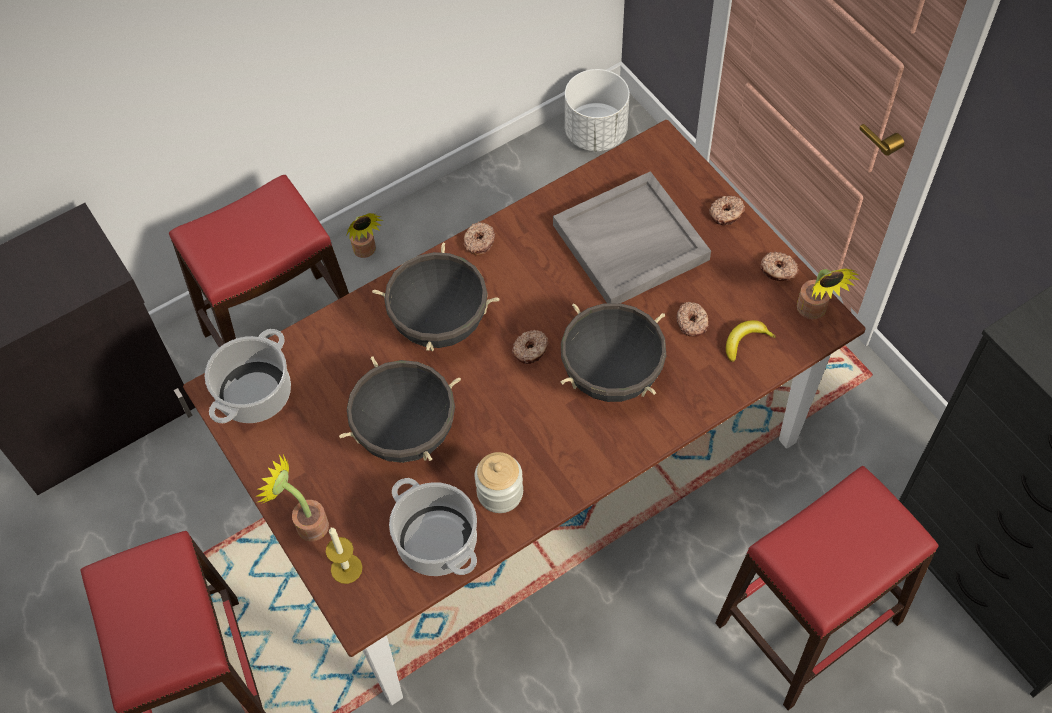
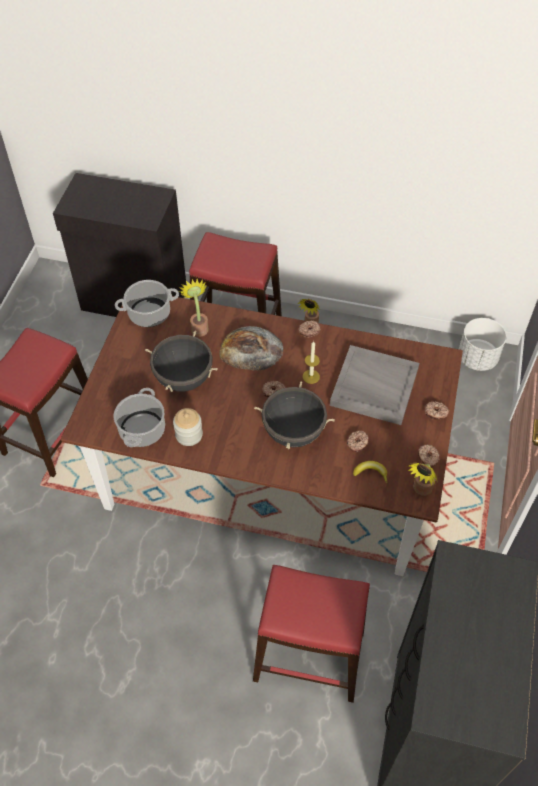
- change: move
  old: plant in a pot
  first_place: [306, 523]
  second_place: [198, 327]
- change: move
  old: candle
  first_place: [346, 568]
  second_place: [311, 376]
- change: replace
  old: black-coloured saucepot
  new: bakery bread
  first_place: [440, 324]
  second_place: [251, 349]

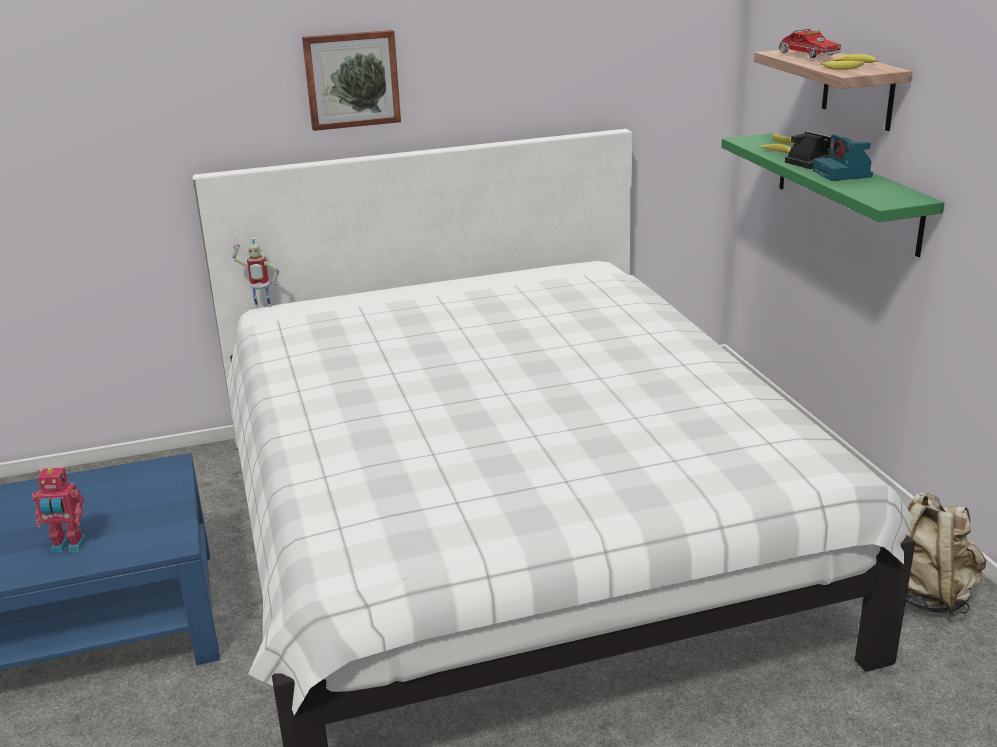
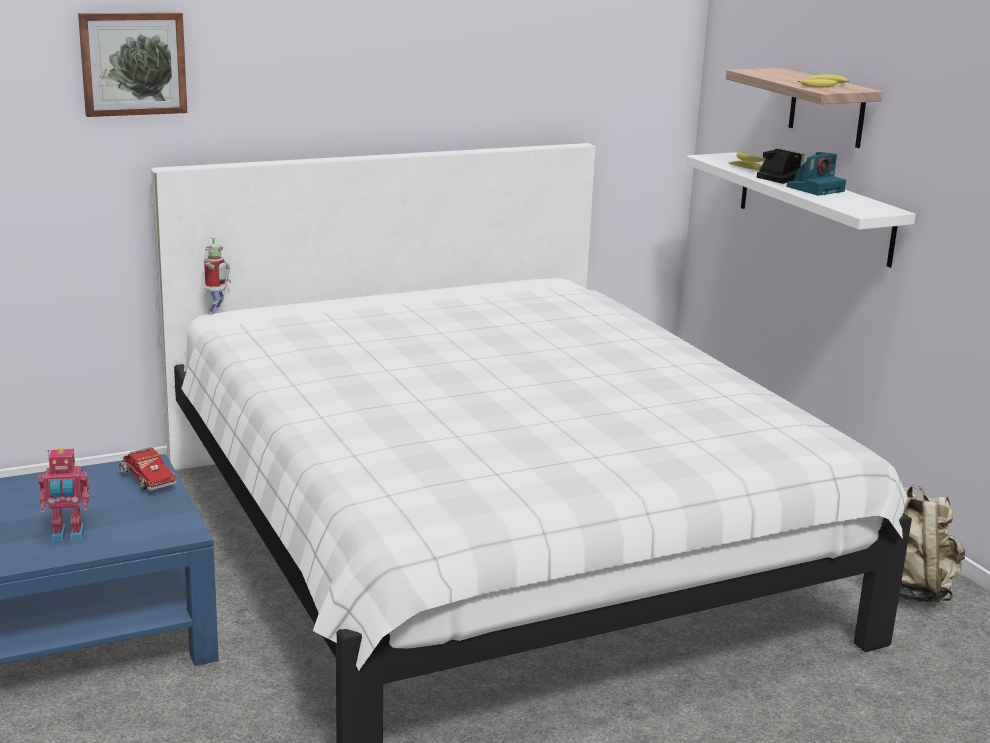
- change: move
  old: wall picture
  first_place: [352, 79]
  second_place: [133, 63]
- change: move
  old: toy truck
  first_place: [805, 56]
  second_place: [146, 479]
- change: recolor
  old: greenish wall shelf
  new: white-coloured wall shelf
  first_place: [846, 191]
  second_place: [814, 208]
- change: rotate
  old: model robot
  first_place: [262, 307]
  second_place: [216, 312]
  degrees: -60
- change: rotate
  old: photo camera
  first_place: [843, 174]
  second_place: [815, 189]
  degrees: -105

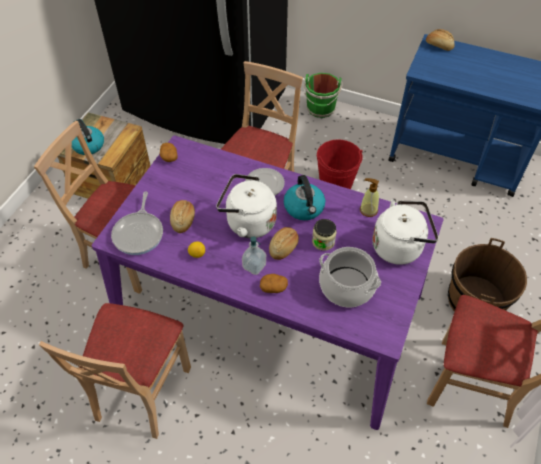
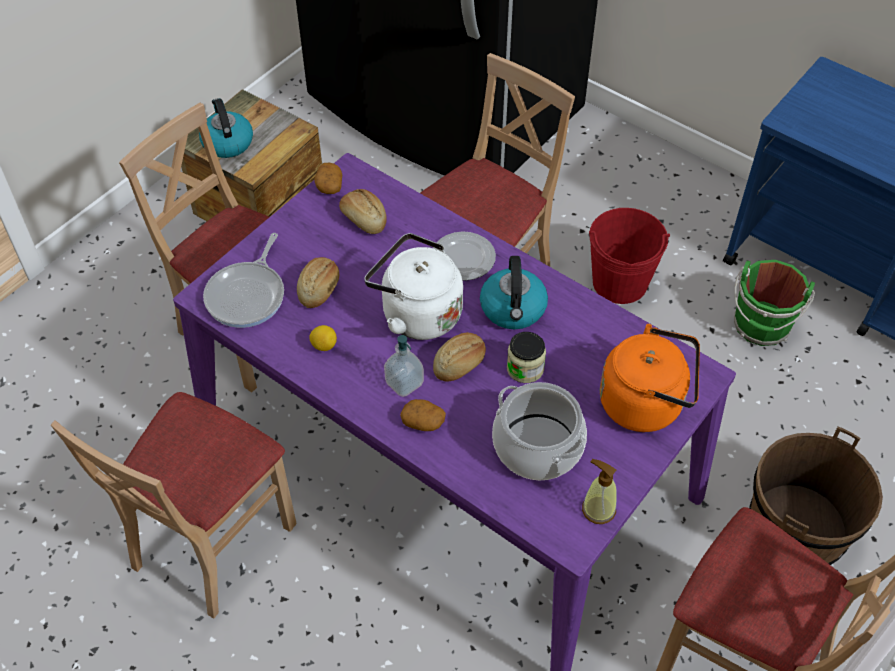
- change: move
  old: greenish bucket
  first_place: [321, 109]
  second_place: [761, 327]
- change: move
  old: soap dispenser
  first_place: [368, 210]
  second_place: [598, 509]
- change: move
  old: bakery bread
  first_place: [439, 45]
  second_place: [364, 219]
- change: recolor
  old: white-coloured water kettle
  new: orange water kettle
  first_place: [400, 246]
  second_place: [646, 403]

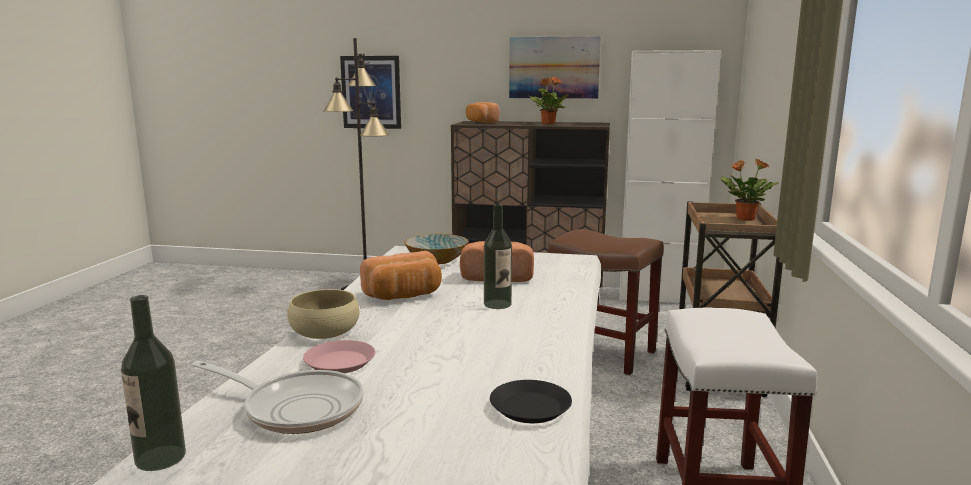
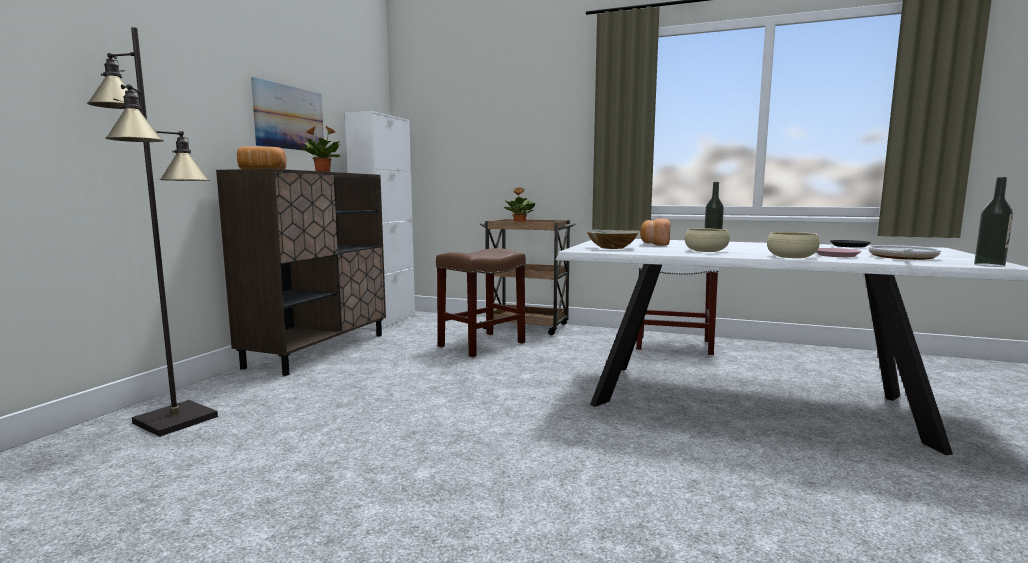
- change: delete
  old: wall picture
  first_place: [371, 92]
- change: replace
  old: bakery bread
  new: beige-coloured serving bowl
  first_place: [404, 296]
  second_place: [706, 251]

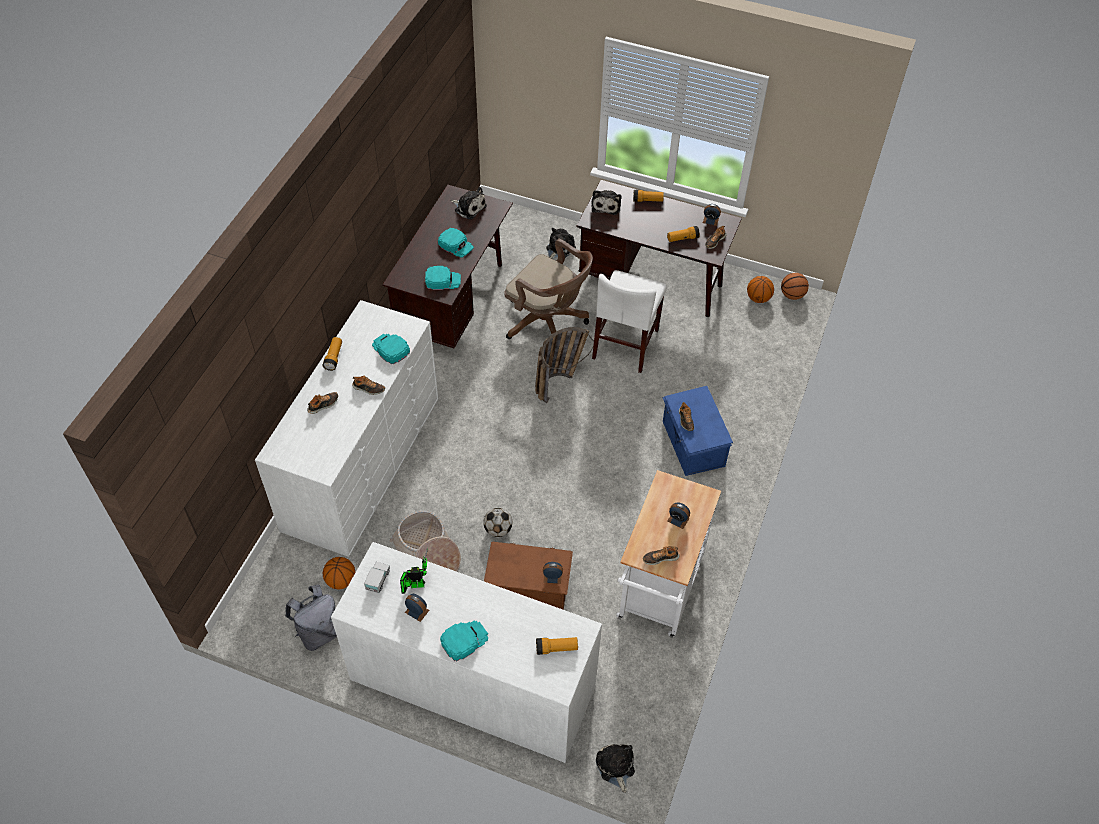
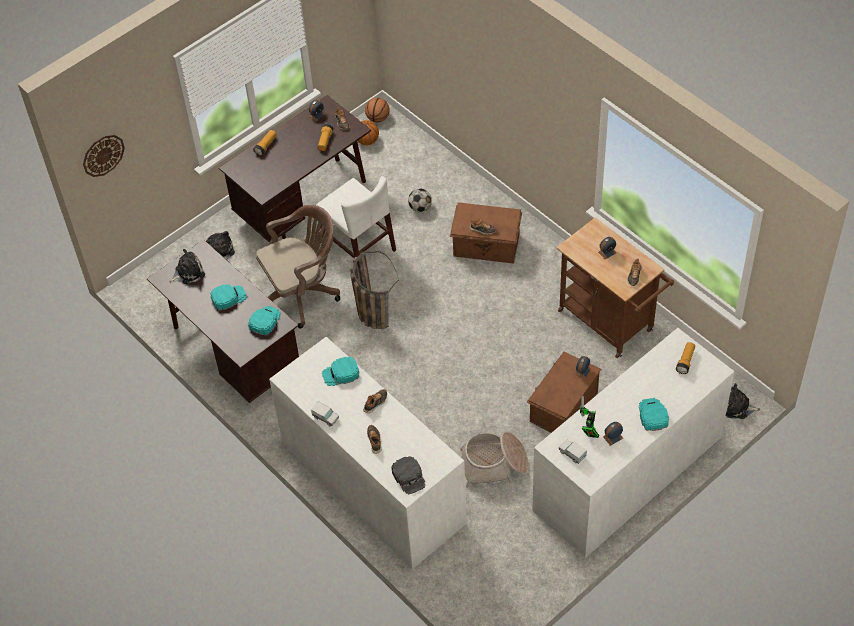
- change: delete
  old: grey knapsack
  first_place: [319, 632]
- change: delete
  old: basketball ball
  first_place: [341, 580]
- change: delete
  old: soft toy
  first_place: [606, 205]
- change: insert
  new: clock on the wall
  second_place: [103, 155]
- change: insert
  new: black-coloured cap
  second_place: [409, 477]
- change: move
  old: football
  first_place: [498, 529]
  second_place: [420, 208]
- change: replace
  old: hand torch
  new: toy truck
  first_place: [334, 357]
  second_place: [325, 417]
- change: recolor
  old: white-coloured wheeled cart
  new: brown-coloured wheeled cart
  first_place: [658, 593]
  second_place: [610, 324]
- change: recolor
  old: blue-coloured storage bin
  new: brown-coloured storage bin
  first_place: [692, 444]
  second_place: [486, 246]

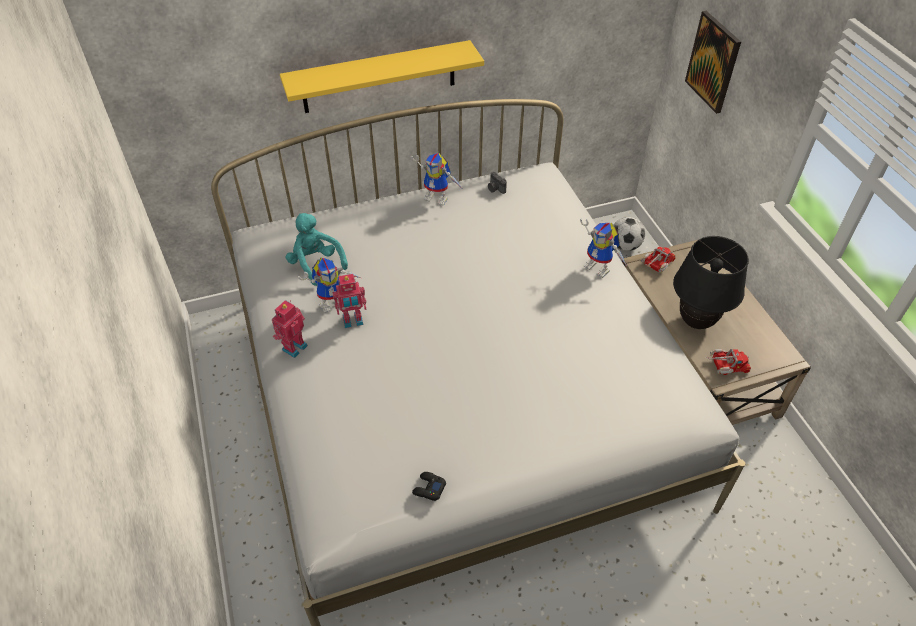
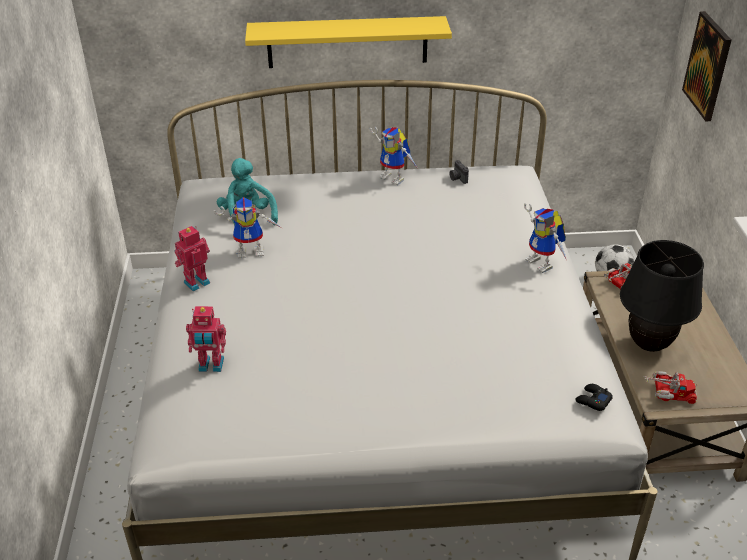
- change: move
  old: model robot
  first_place: [353, 321]
  second_place: [211, 366]
- change: move
  old: black-coloured game controller
  first_place: [428, 488]
  second_place: [593, 400]

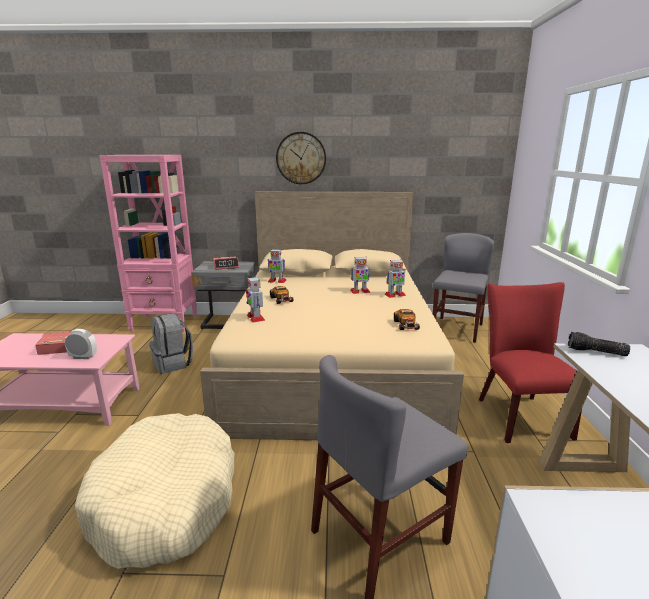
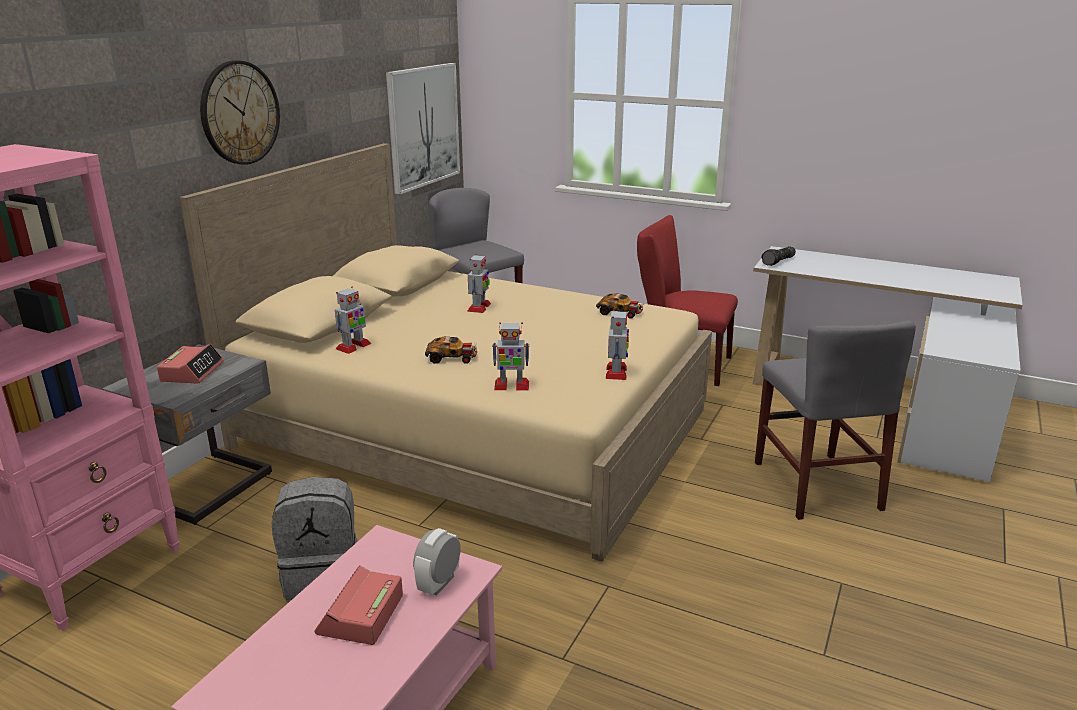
- change: delete
  old: beige-coloured pet bed
  first_place: [166, 500]
- change: insert
  new: wall picture
  second_place: [423, 126]
- change: move
  old: model robot
  first_place: [395, 295]
  second_place: [616, 372]

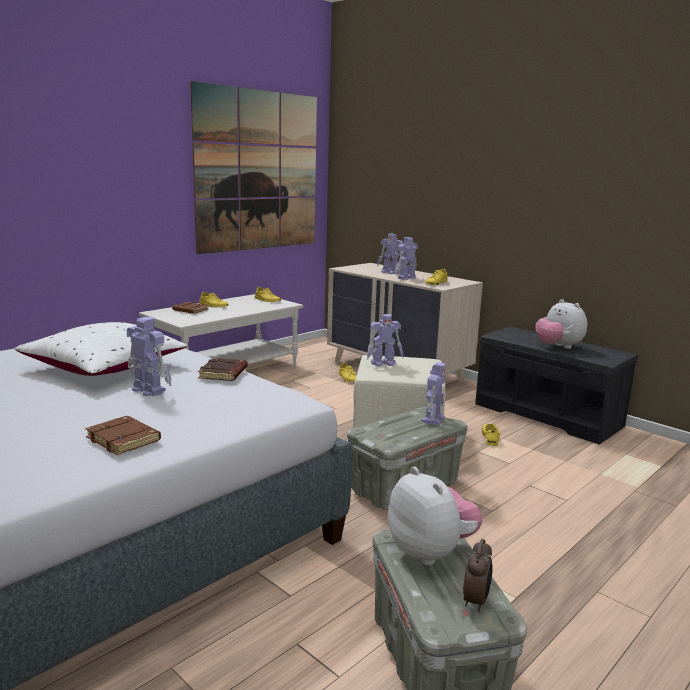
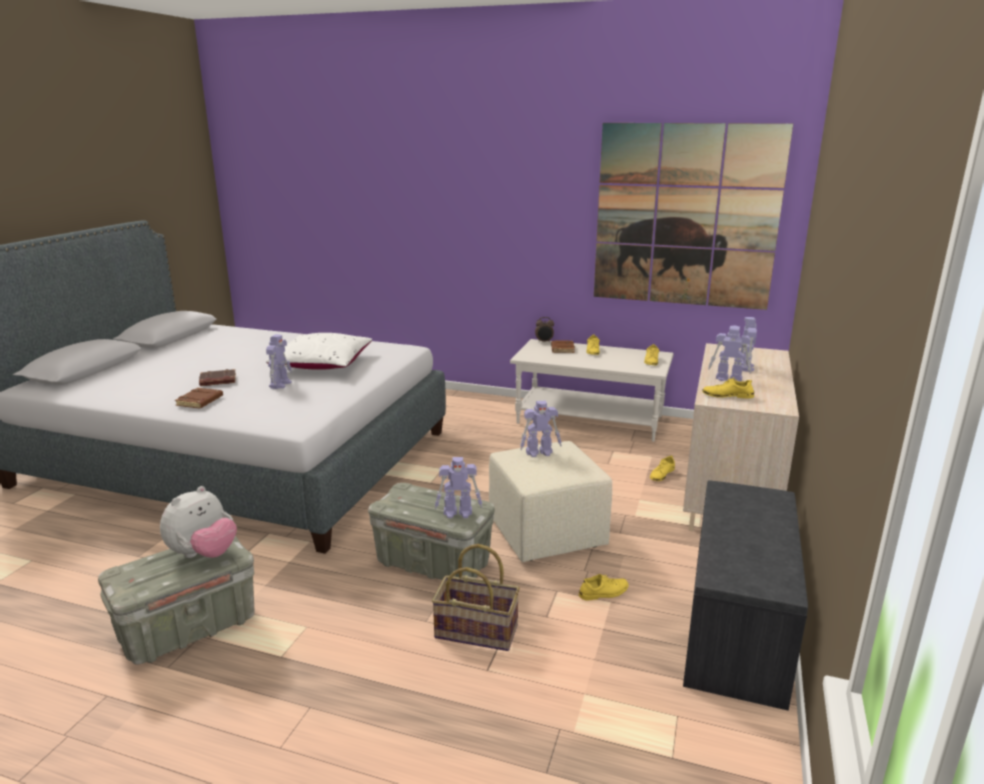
- change: delete
  old: soft toy
  first_place: [558, 347]
- change: insert
  new: storage basket
  second_place: [477, 630]
- change: move
  old: brown-coloured volume
  first_place: [224, 374]
  second_place: [217, 381]
- change: move
  old: table clock
  first_place: [476, 601]
  second_place: [544, 342]
- change: rotate
  old: model robot
  first_place: [384, 363]
  second_place: [540, 452]
  degrees: -60

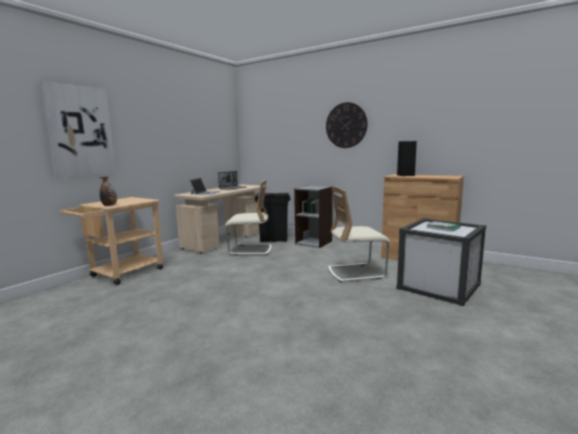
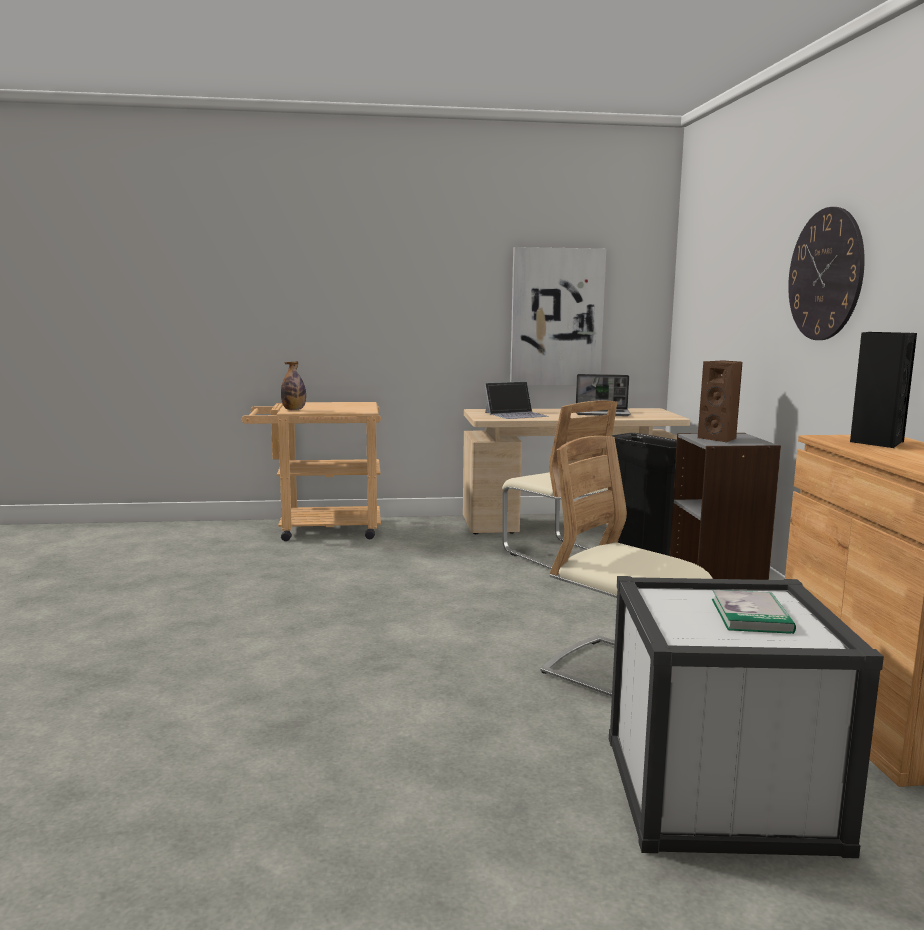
- change: insert
  new: brown-coloured speaker
  second_place: [719, 438]
- change: move
  old: wall picture
  first_place: [80, 131]
  second_place: [556, 317]

